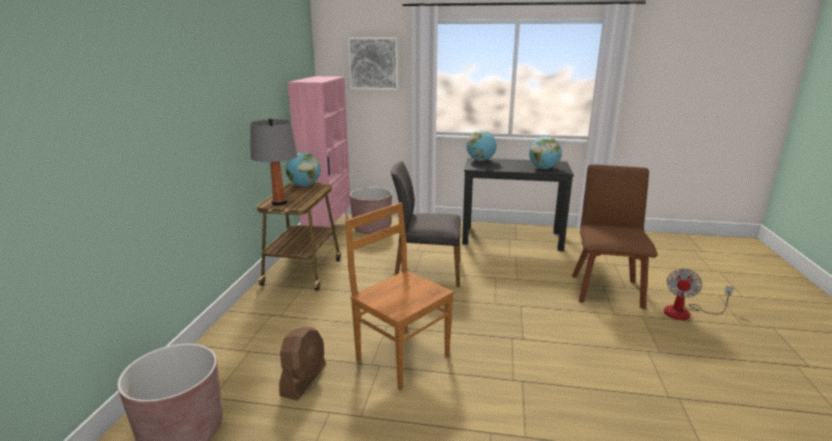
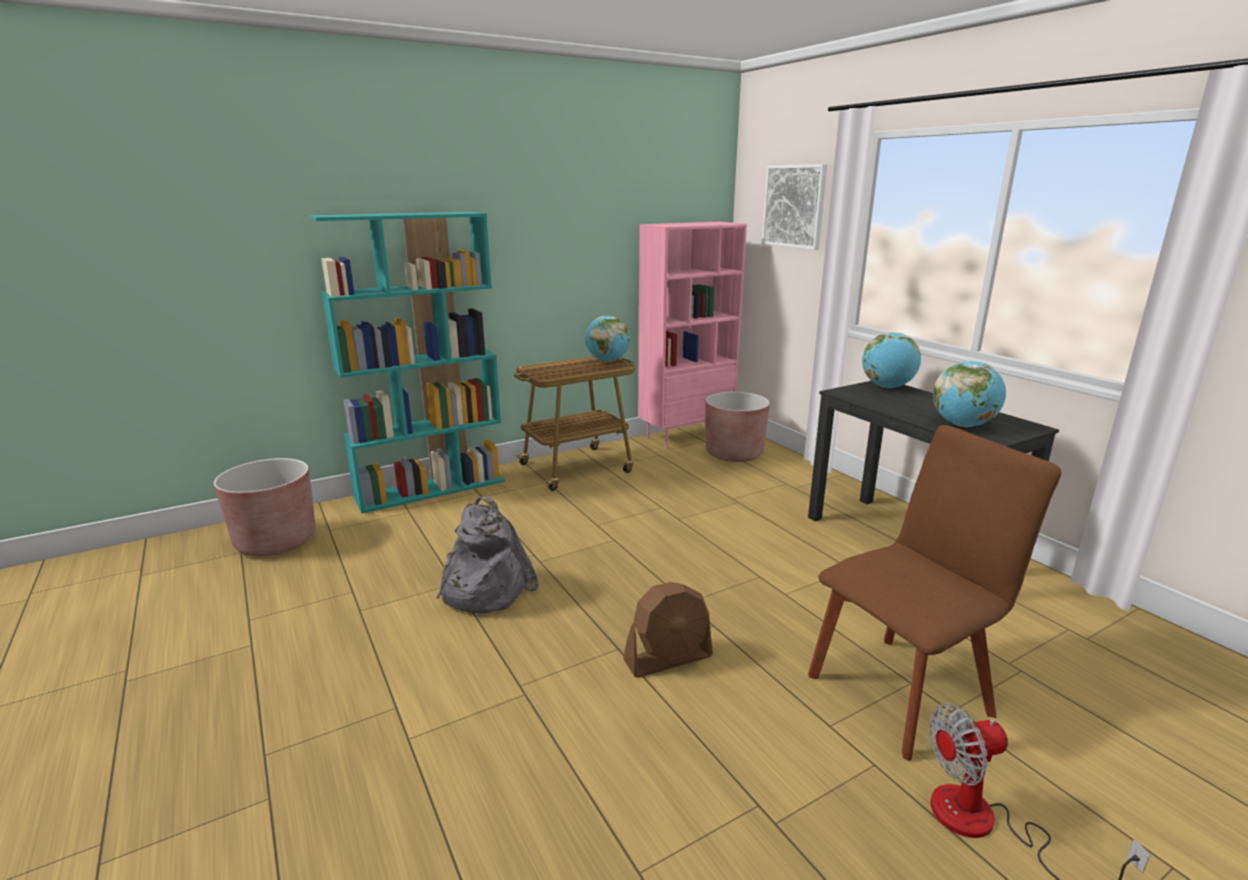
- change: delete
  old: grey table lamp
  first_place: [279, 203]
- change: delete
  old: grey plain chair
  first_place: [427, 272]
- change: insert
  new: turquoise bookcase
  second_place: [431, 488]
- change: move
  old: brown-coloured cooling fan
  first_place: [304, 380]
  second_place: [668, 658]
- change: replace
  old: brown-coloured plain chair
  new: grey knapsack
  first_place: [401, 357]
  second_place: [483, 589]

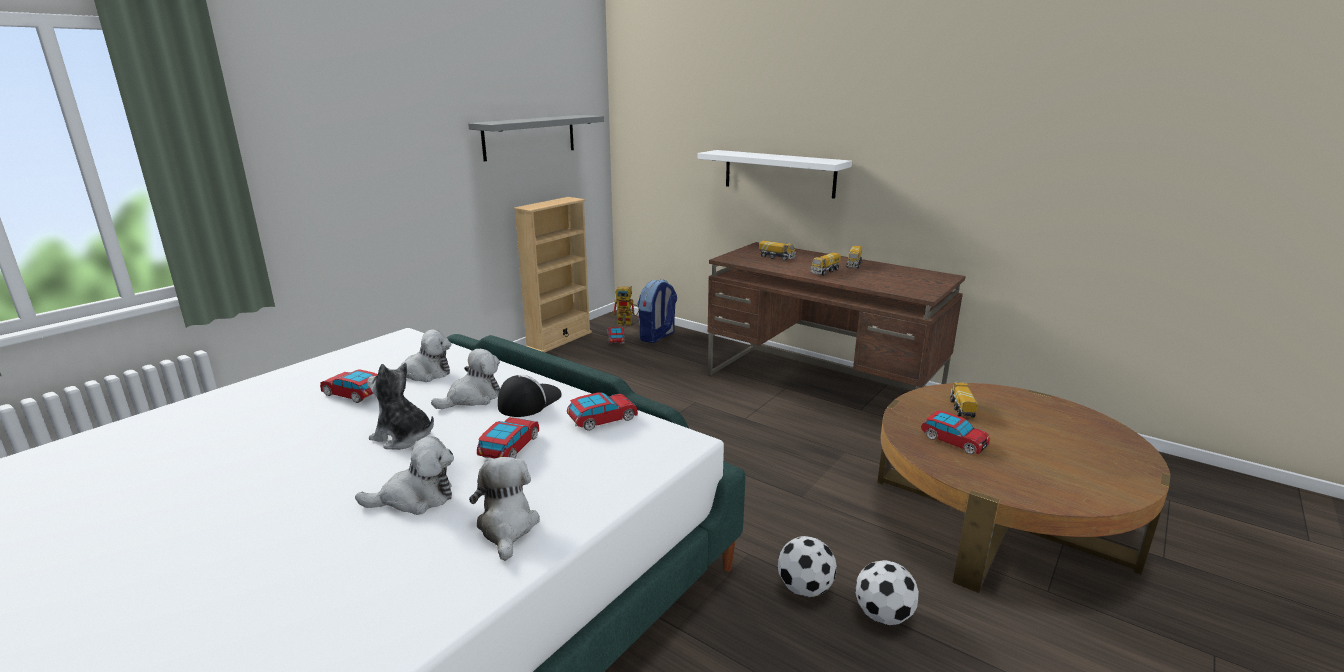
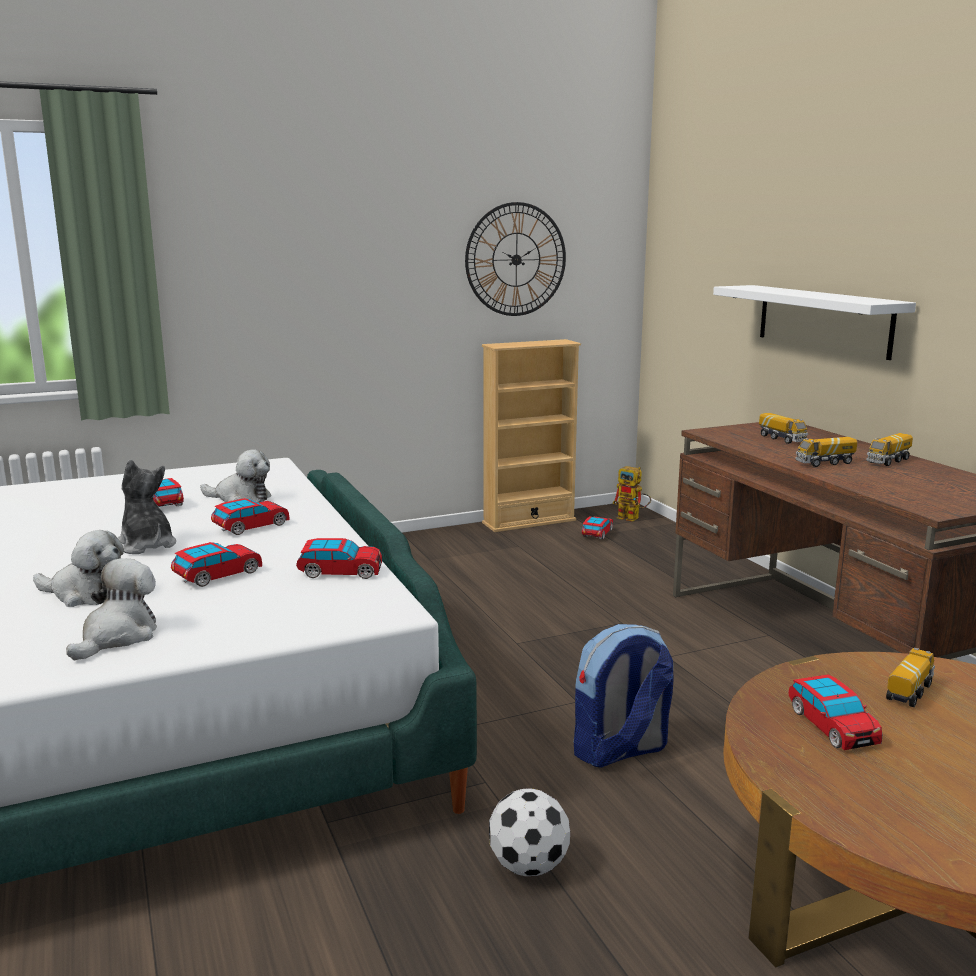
- change: delete
  old: cap
  first_place: [529, 401]
- change: delete
  old: football
  first_place: [882, 615]
- change: move
  old: knapsack
  first_place: [657, 336]
  second_place: [620, 751]
- change: replace
  old: soft toy
  new: miniature car
  first_place: [472, 398]
  second_place: [251, 527]
- change: replace
  old: grey wall shelf
  new: clock on the wall
  first_place: [529, 137]
  second_place: [516, 259]

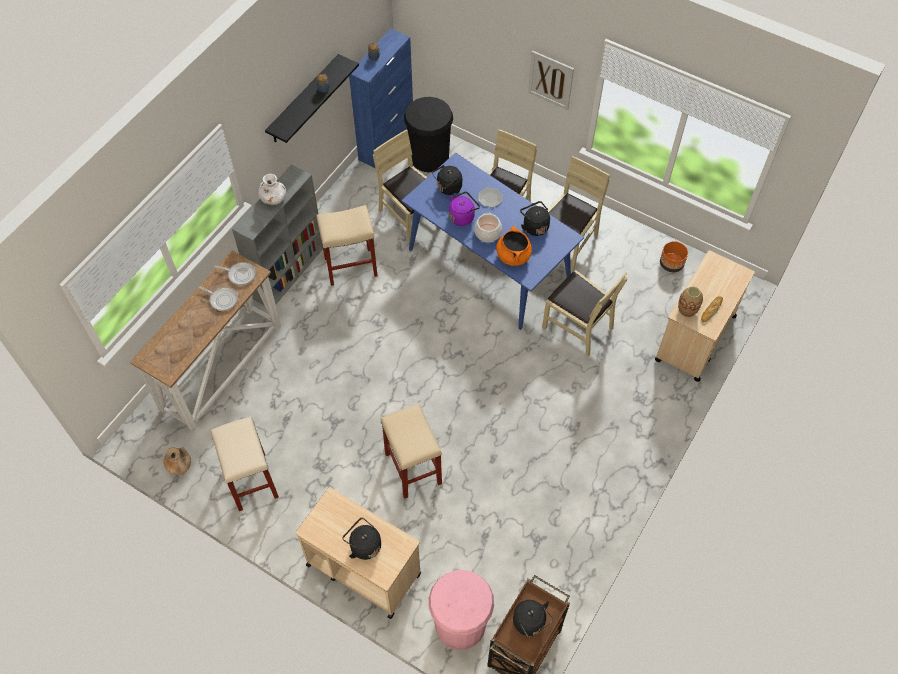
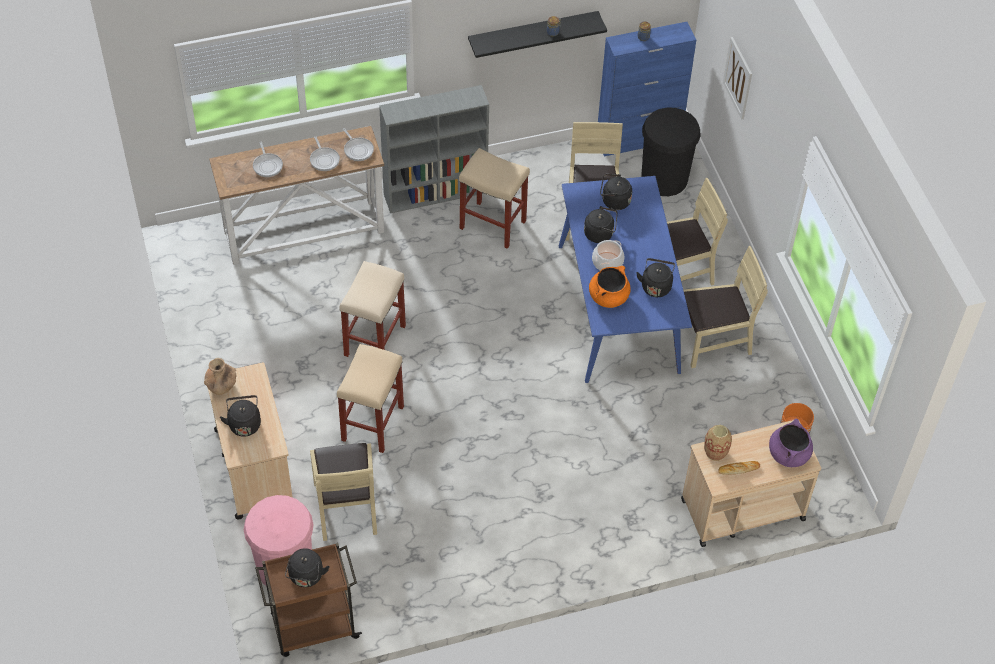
- change: delete
  old: white-coloured decorative vase
  first_place: [274, 199]
- change: delete
  old: plate
  first_place: [490, 198]
- change: insert
  new: pan
  second_place: [267, 165]
- change: insert
  new: purple saucepot
  second_place: [788, 454]
- change: move
  old: brown-coloured decorative vase
  first_place: [180, 466]
  second_place: [221, 386]
- change: move
  old: beige-coloured sitting stool
  first_place: [251, 480]
  second_place: [375, 339]
- change: move
  old: wall picture
  first_place: [550, 80]
  second_place: [738, 78]
- change: move
  old: beige-coloured plain chair
  first_place: [578, 327]
  second_place: [346, 507]
- change: recolor
  old: purple water kettle
  new: black-coloured water kettle
  first_place: [463, 216]
  second_place: [600, 234]

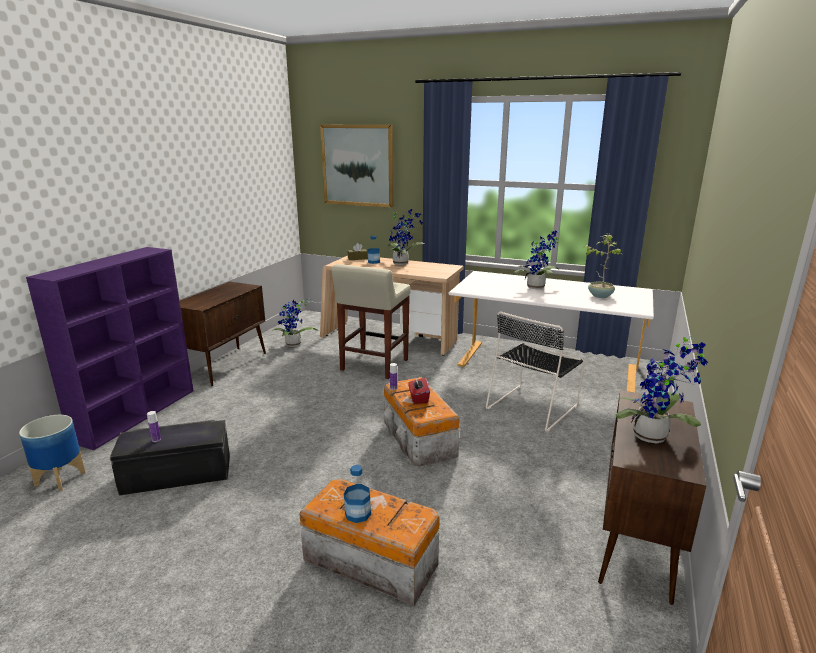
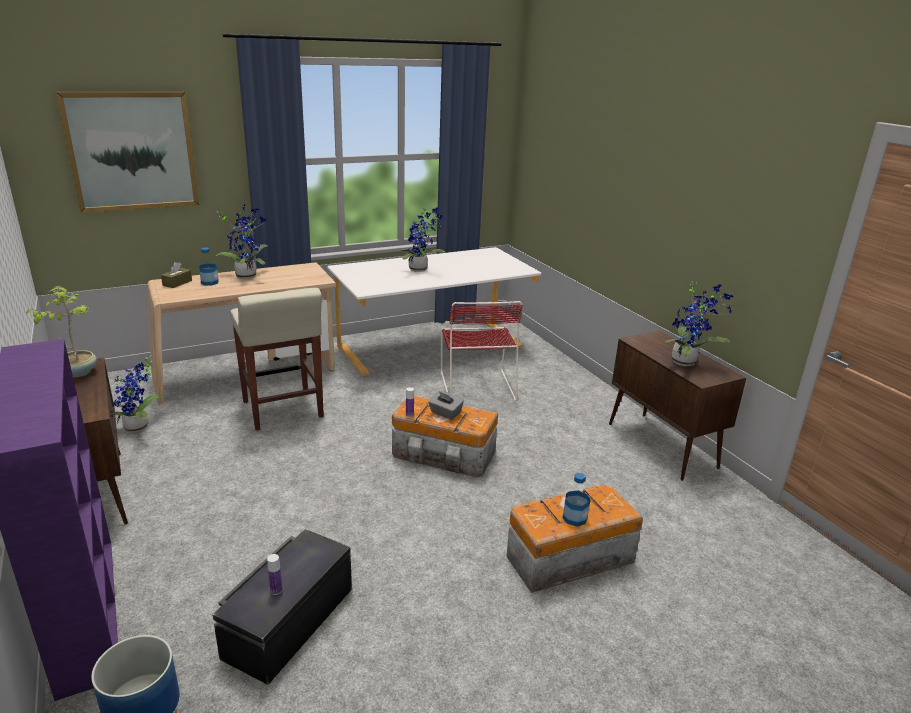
- change: move
  old: plant in a pot
  first_place: [600, 295]
  second_place: [78, 372]
- change: recolor
  old: red-coloured tissue box
  new: grey tissue box
  first_place: [418, 398]
  second_place: [445, 413]
- change: recolor
  old: black-coloured plain chair
  new: red-coloured plain chair
  first_place: [533, 406]
  second_place: [476, 385]

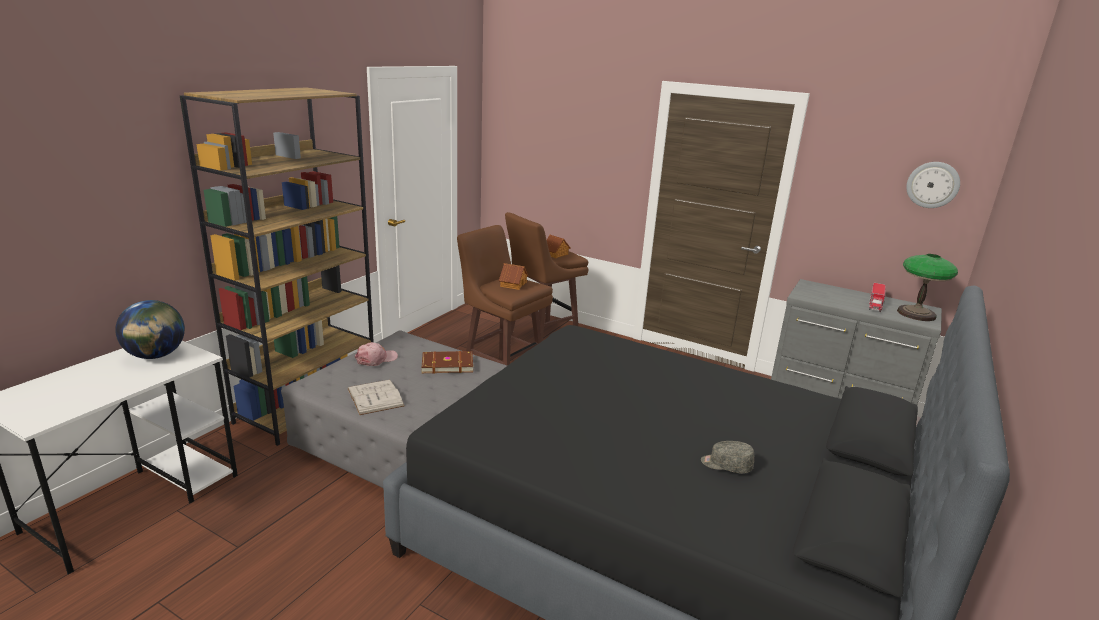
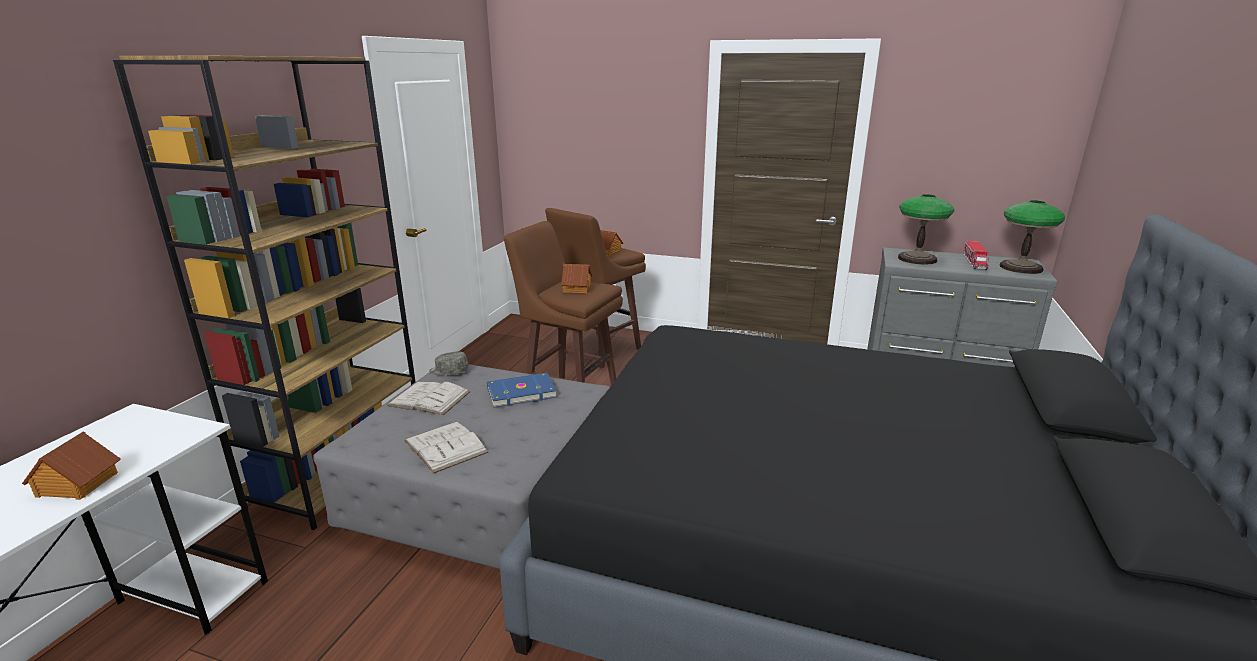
- change: delete
  old: world globe
  first_place: [156, 355]
- change: delete
  old: clock on the wall
  first_place: [932, 184]
- change: insert
  new: toy house
  second_place: [76, 485]
- change: insert
  new: table lamp
  second_place: [916, 259]
- change: move
  old: grey cap
  first_place: [726, 465]
  second_place: [449, 371]
- change: replace
  old: pink cap
  new: white-coloured volume
  first_place: [376, 359]
  second_place: [429, 398]
- change: recolor
  old: brown-coloured volume
  new: blue-coloured volume
  first_place: [447, 364]
  second_place: [520, 392]

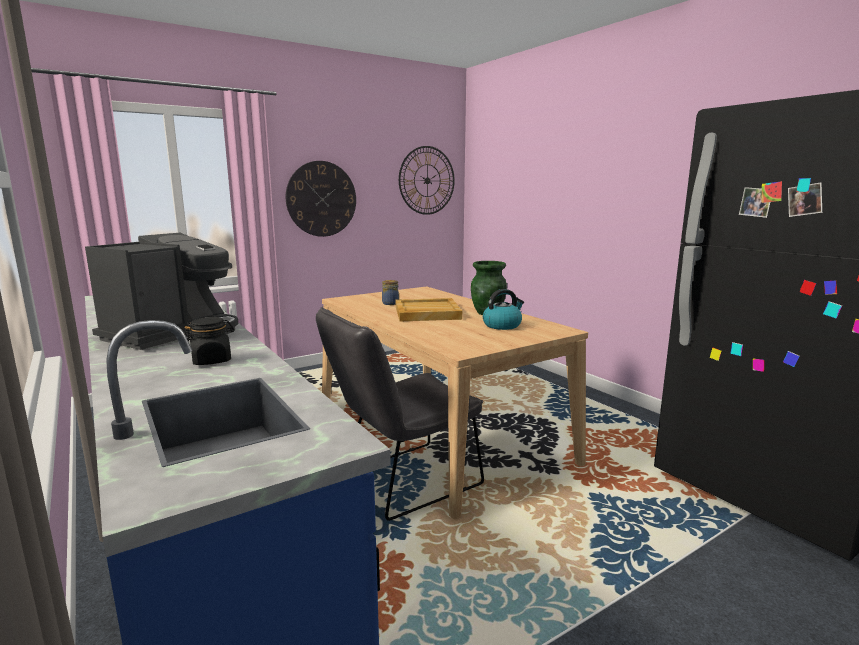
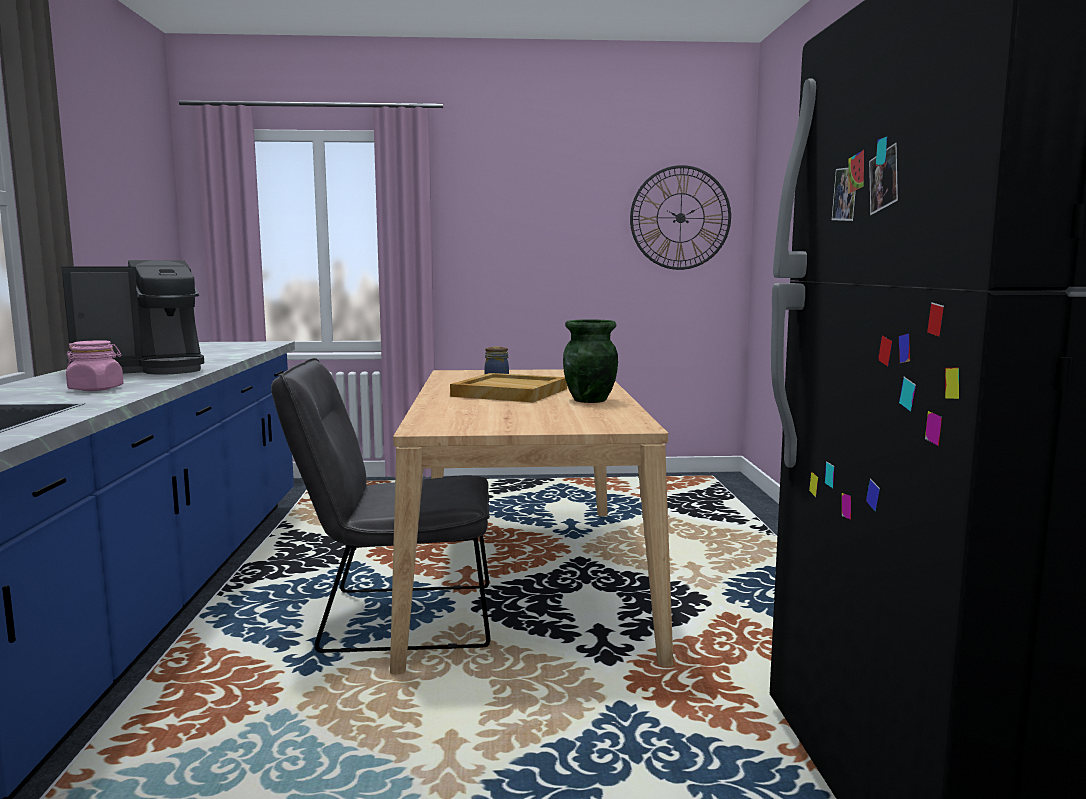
- change: delete
  old: clock on the wall
  first_place: [321, 199]
- change: delete
  old: water kettle
  first_place: [502, 325]
- change: recolor
  old: black-coloured storage jar
  new: pink storage jar
  first_place: [212, 360]
  second_place: [96, 389]

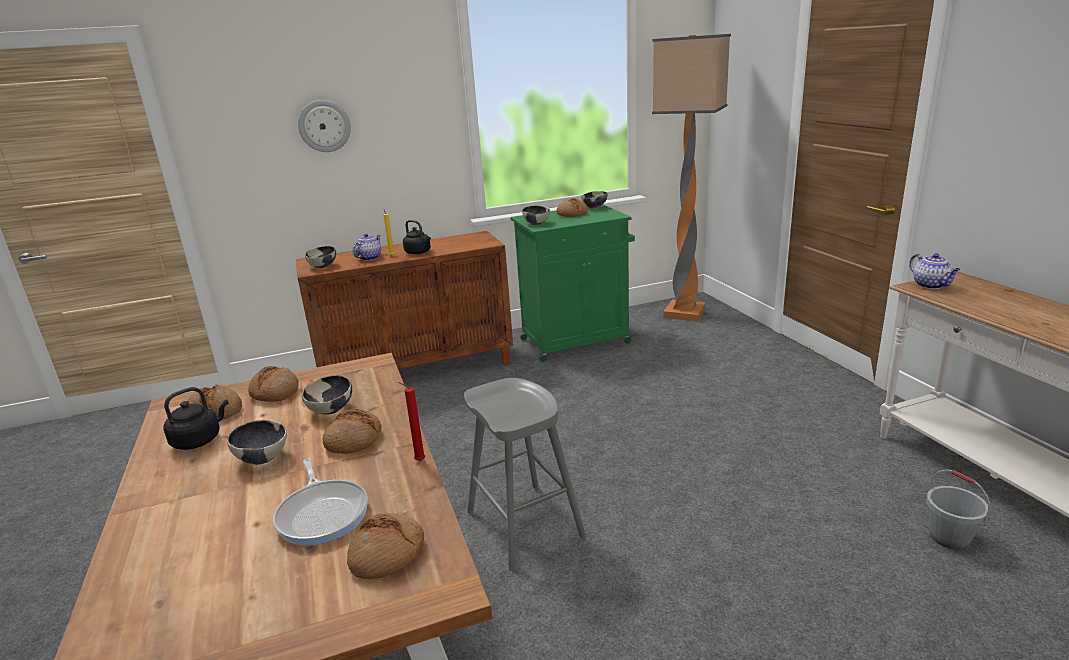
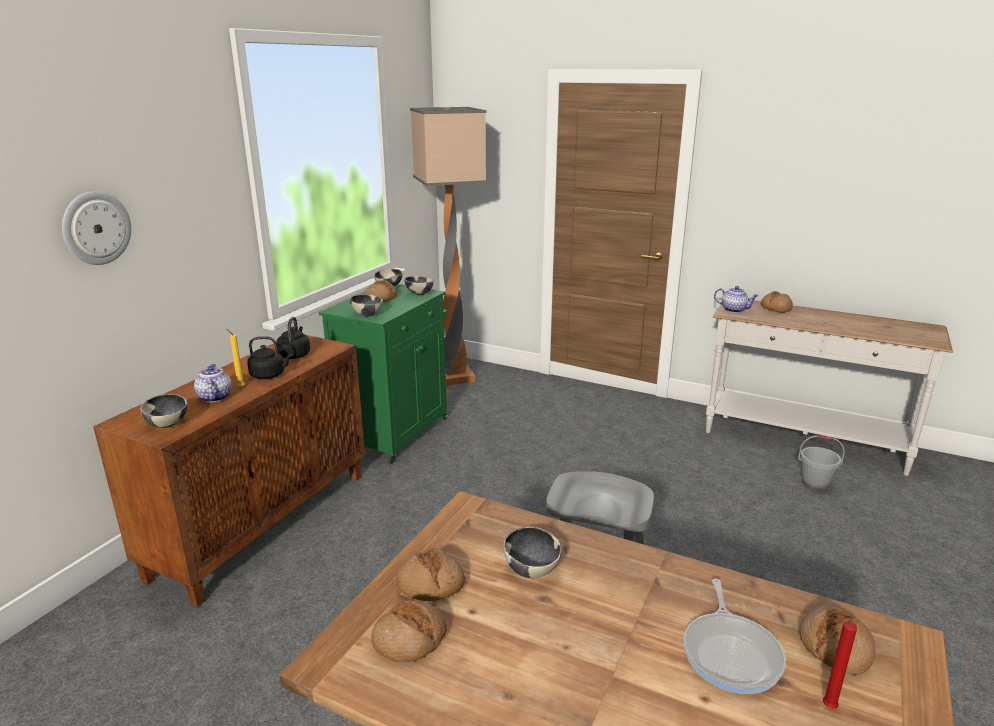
- change: move
  old: black-coloured water kettle
  first_place: [199, 440]
  second_place: [295, 354]
- change: move
  old: serving bowl
  first_place: [262, 458]
  second_place: [419, 293]
- change: move
  old: bakery bread
  first_place: [354, 440]
  second_place: [775, 308]
- change: move
  old: red-coloured candle
  first_place: [418, 461]
  second_place: [828, 708]
- change: rotate
  old: pan
  first_place: [323, 513]
  second_place: [731, 653]
  degrees: 75

